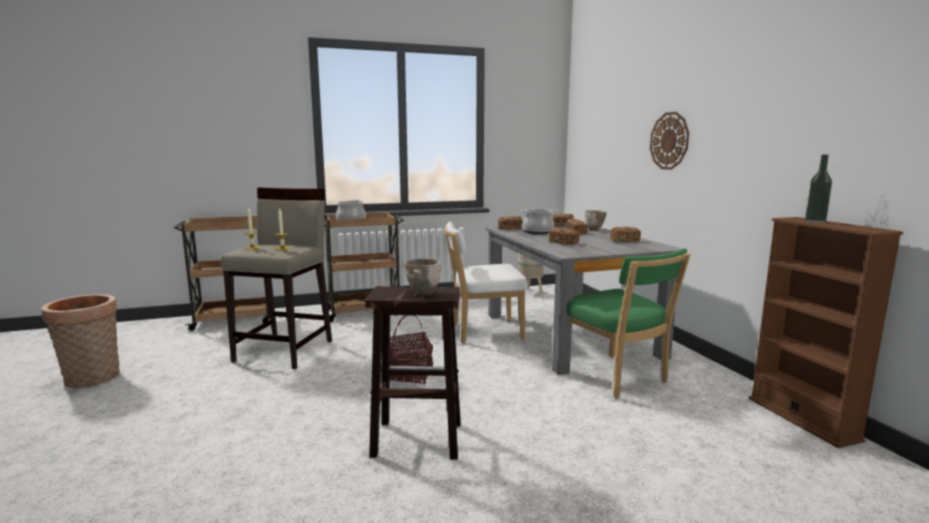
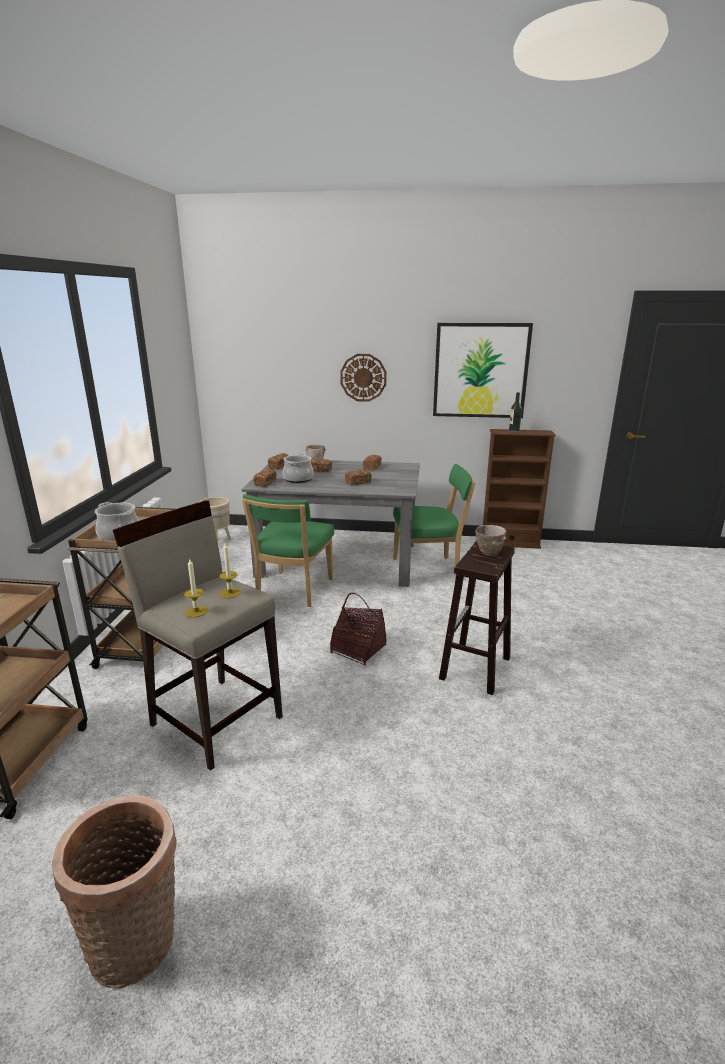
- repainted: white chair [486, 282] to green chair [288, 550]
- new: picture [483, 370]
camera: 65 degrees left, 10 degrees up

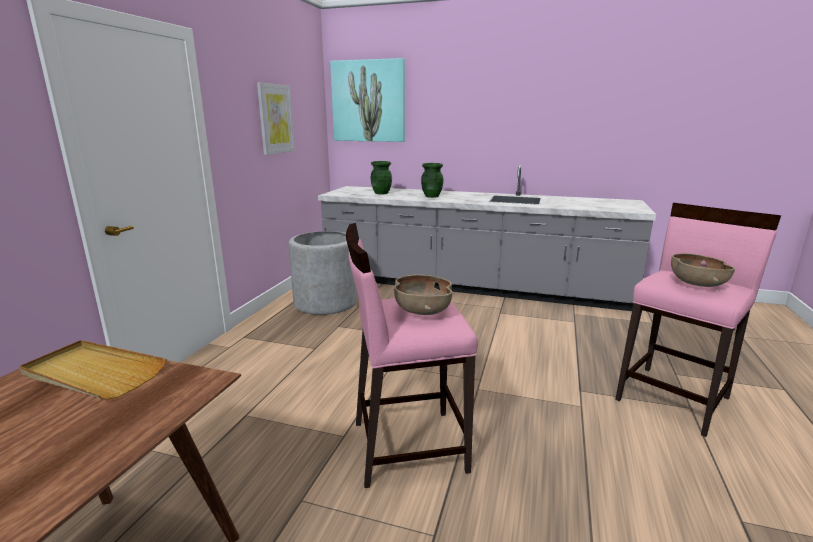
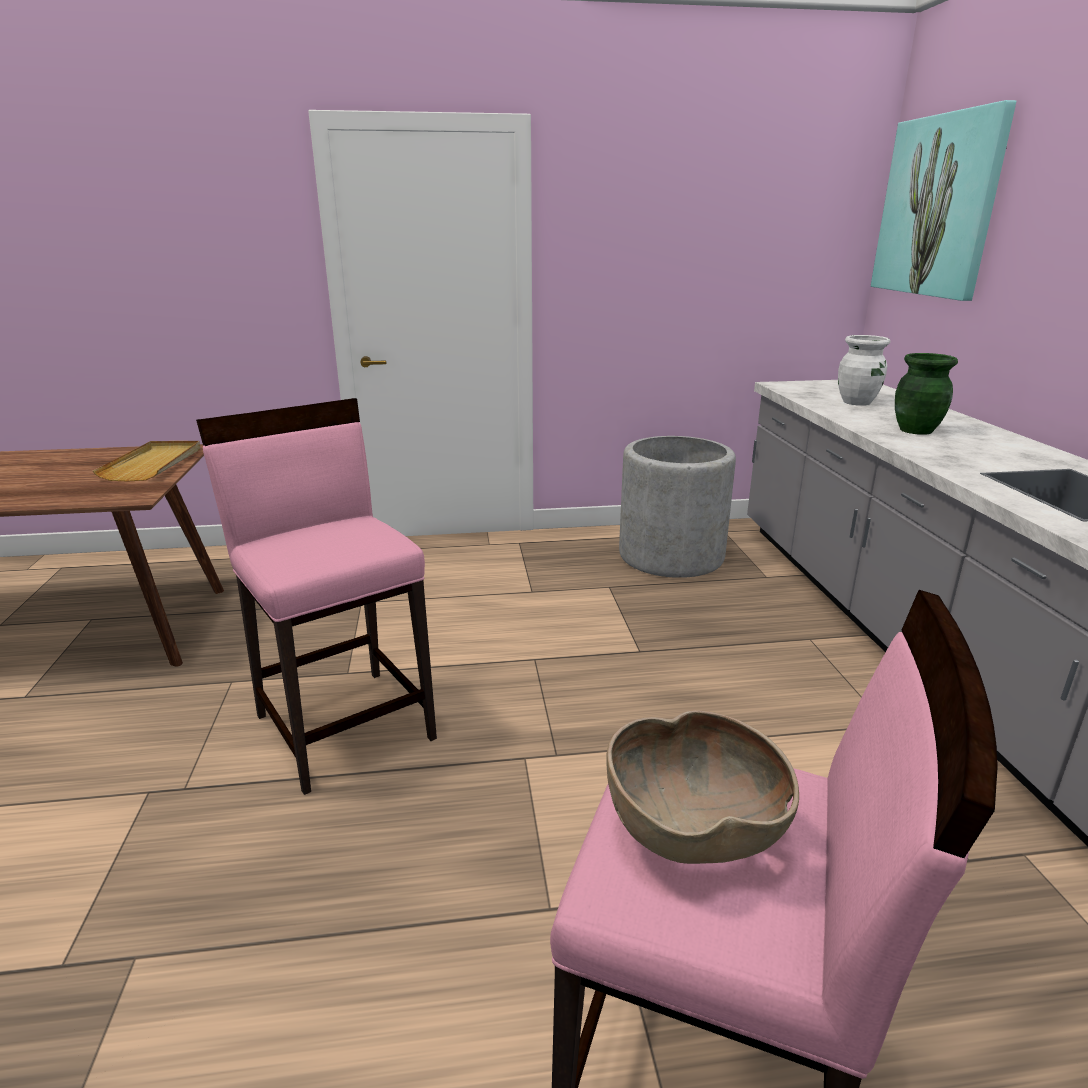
- repainted: green vase [381, 178] to white vase [864, 370]
- gone: picture [276, 119]
- gone: brown bowl [423, 294]
camera: 65 degrees right, 5 degrees up

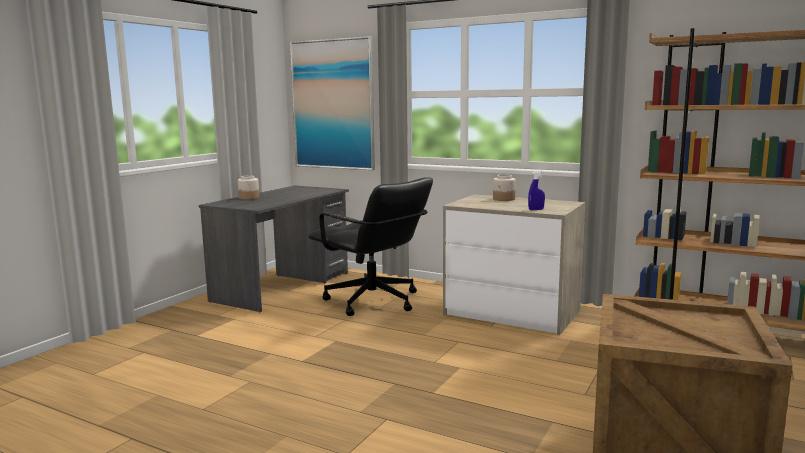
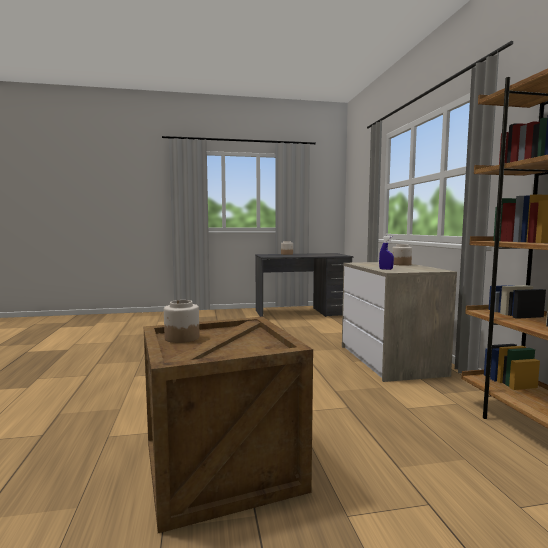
- new: jar [181, 321]
- gone: picture [332, 103]
- gone: black office chair [370, 246]
camera: 50 degrees right, 5 degrees down

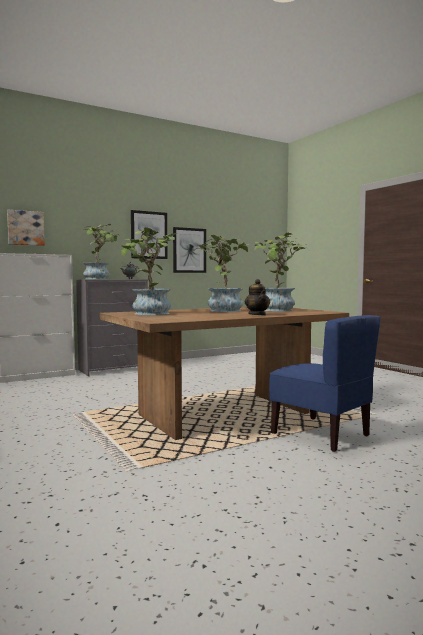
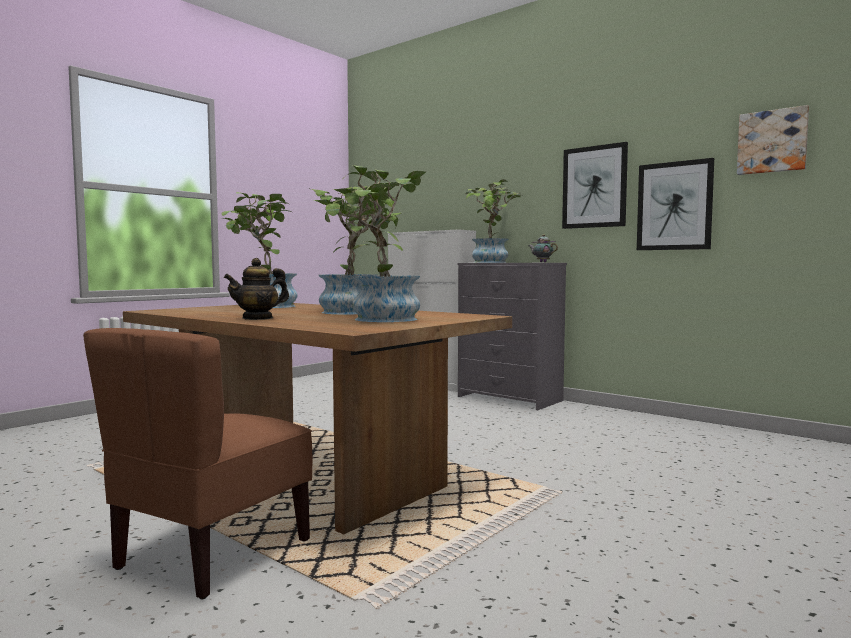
- repainted: blue chair [325, 383] to brown chair [198, 463]
- shifted: picture [26, 228] to [773, 140]
camera: 70 degrees right, 0 degrees up

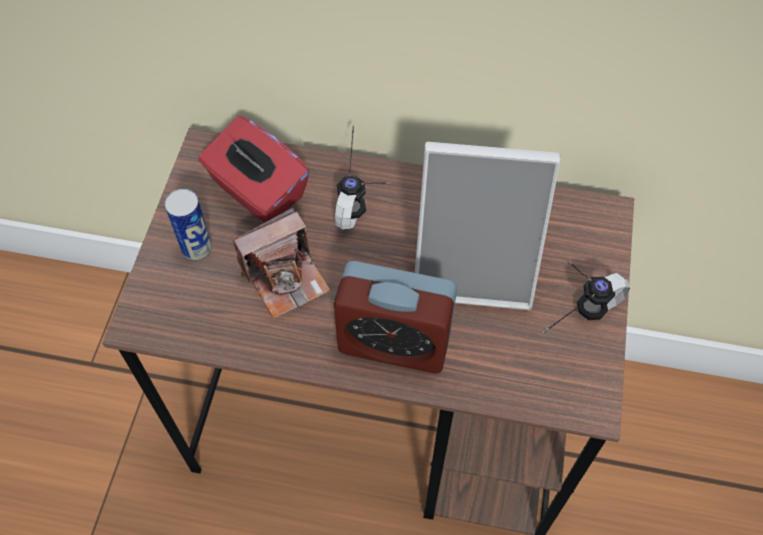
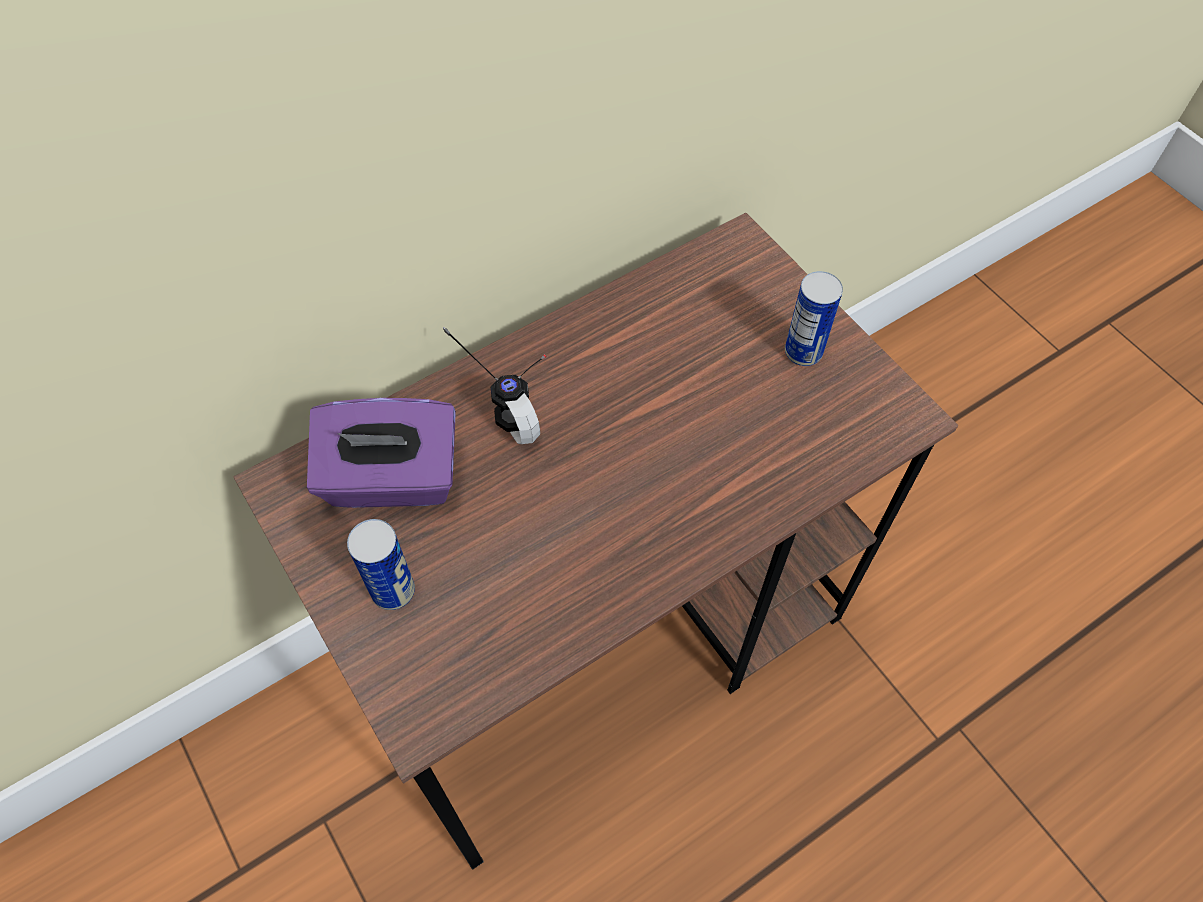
- repainted: red tissue box [254, 169] to purple tissue box [381, 453]
- swapped: headphones [586, 297] to can [814, 318]
- gone: photo camera [282, 263]
- gone: alarm clock [395, 317]
- gone: picture frame [488, 226]
camera: 45 degrees left, 0 degrees up

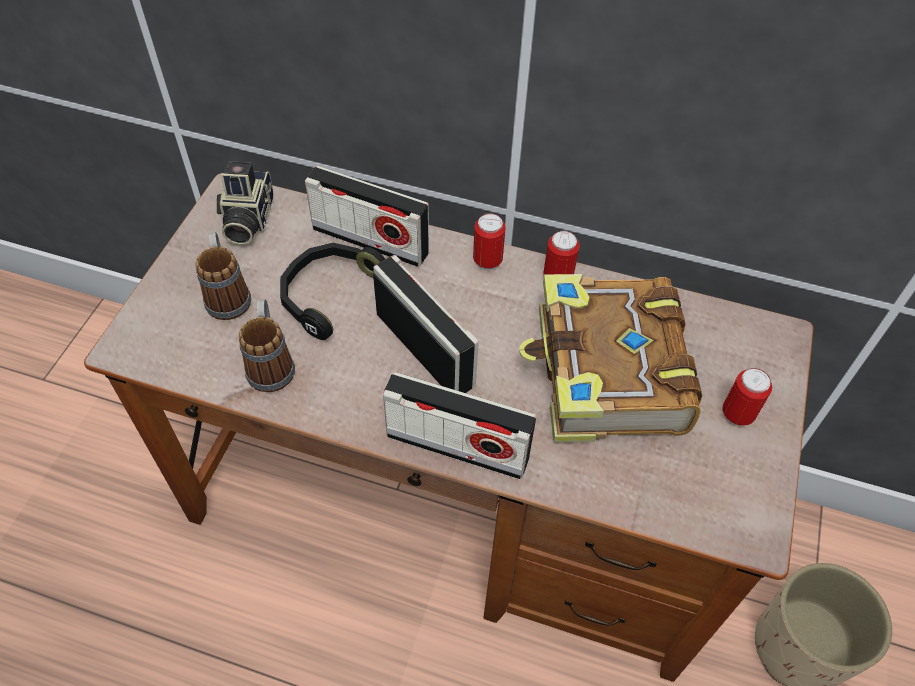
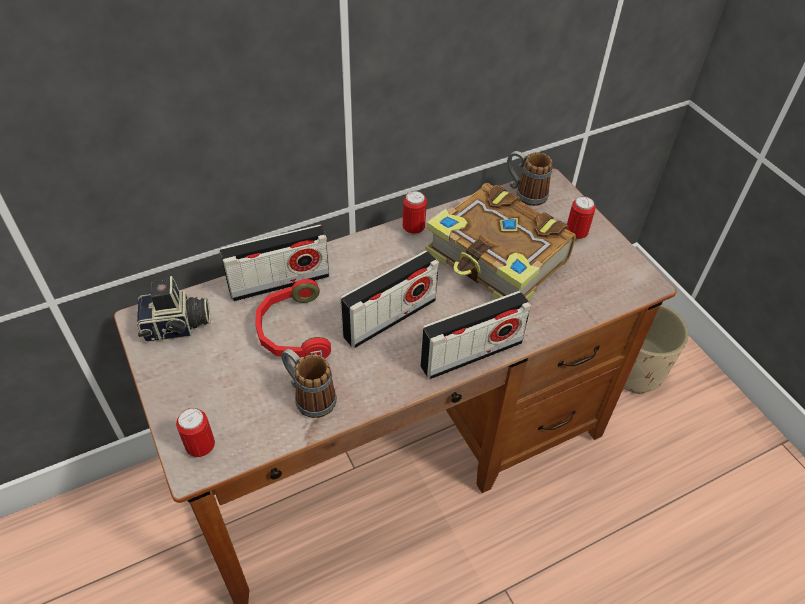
- rotated: photo camera [245, 203] = [174, 309] 60 degrees counterclockwise
- shifted: can [489, 241] to [195, 432]
- repainted: black headphones [332, 291] to red headphones [293, 318]
- rotated: radio [426, 324] = [389, 299] 135 degrees clockwise
- shifted: mug [223, 276] to [529, 178]
camera: 45 degrees left, 5 degrees down

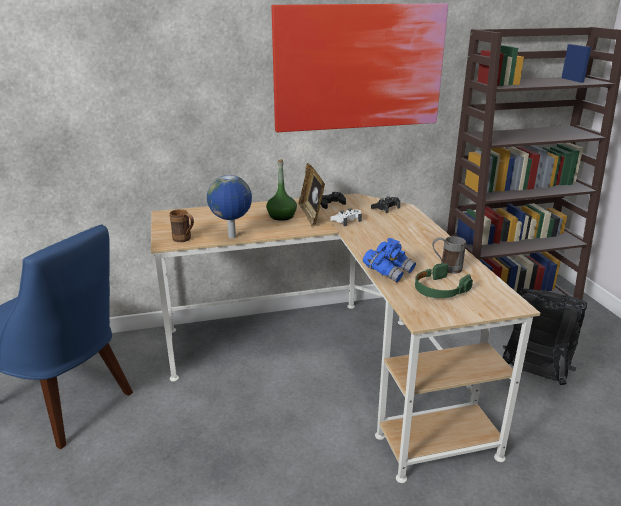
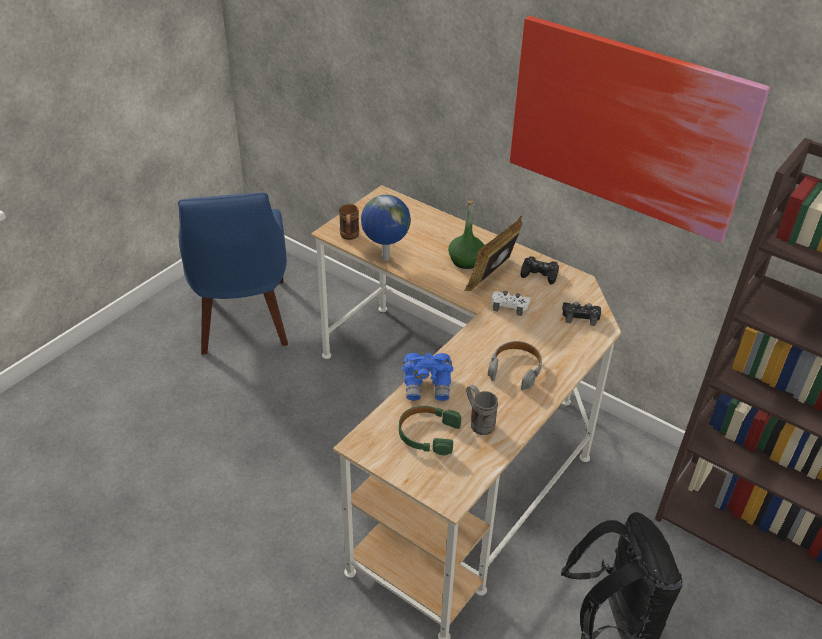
- new: grey headphones [515, 365]
camera: 50 degrees right, 15 degrees up

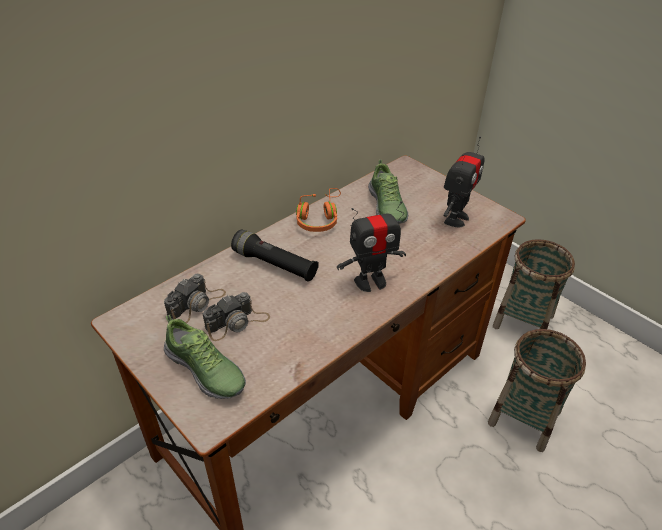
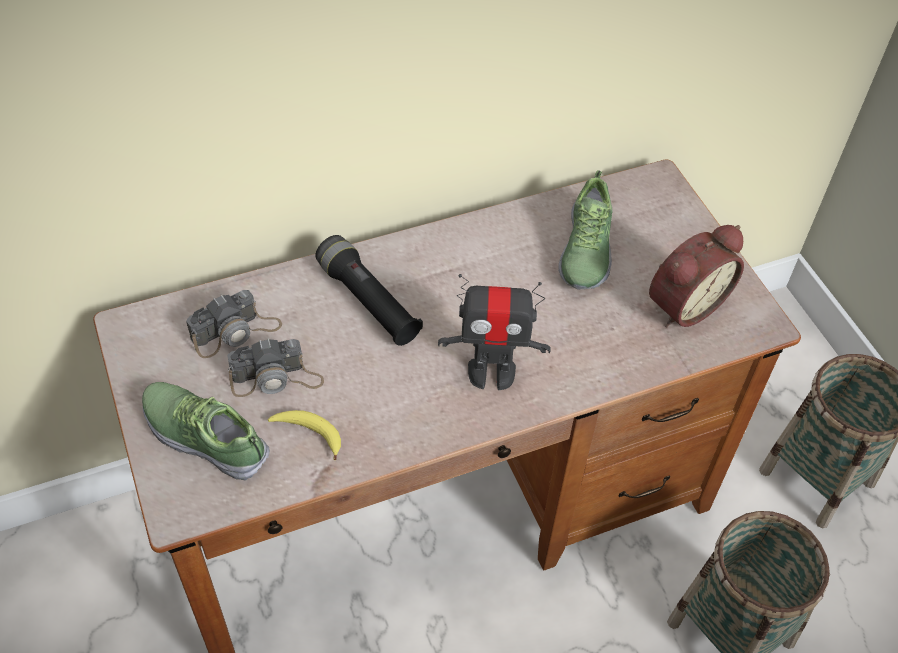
- rotated: shoe [205, 357] = [206, 431] 150 degrees clockwise
- new: banana [304, 435]
- swapped: toy robot [464, 181] to alarm clock [696, 276]
- gone: orange headphones [318, 210]
camera: 20 degrees right, 10 degrees up

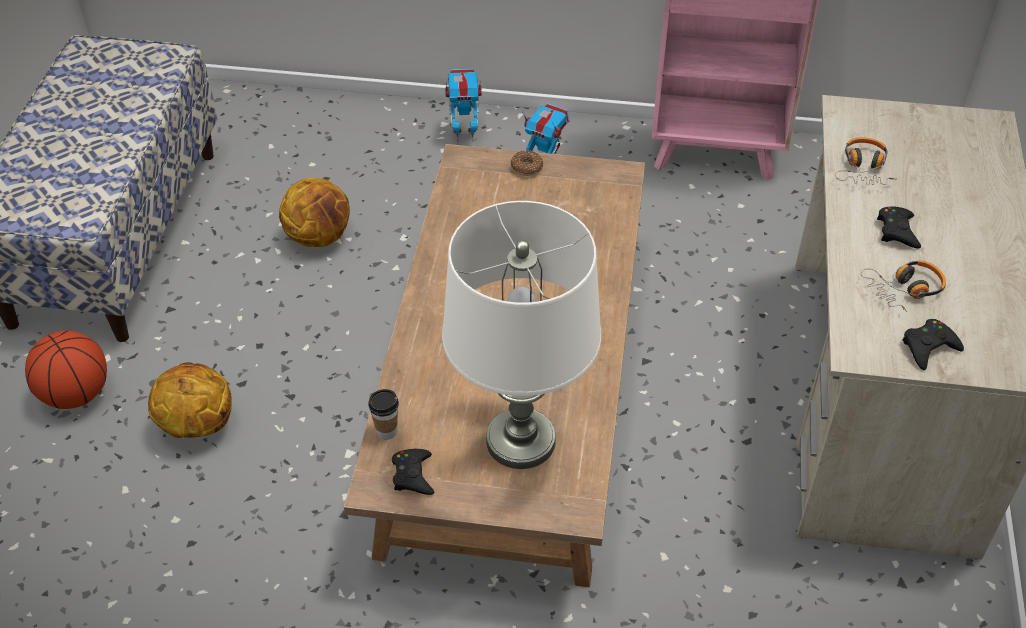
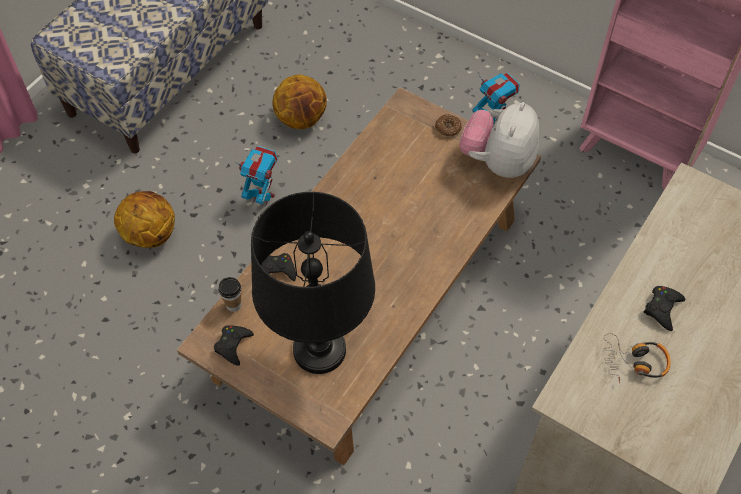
- shifted: toy robot [463, 105] to [256, 176]
- repainted: white table lamp [521, 335] to black table lamp [313, 283]
- shifted: black game controller [933, 344] to [278, 267]
- new: plush toy [499, 140]
- gone: basketball [66, 370]
- gone: headphones [866, 161]
camera: 25 degrees right, 10 degrees up

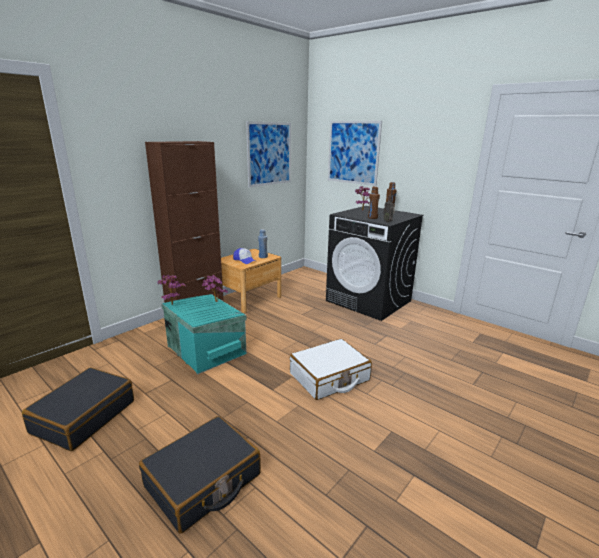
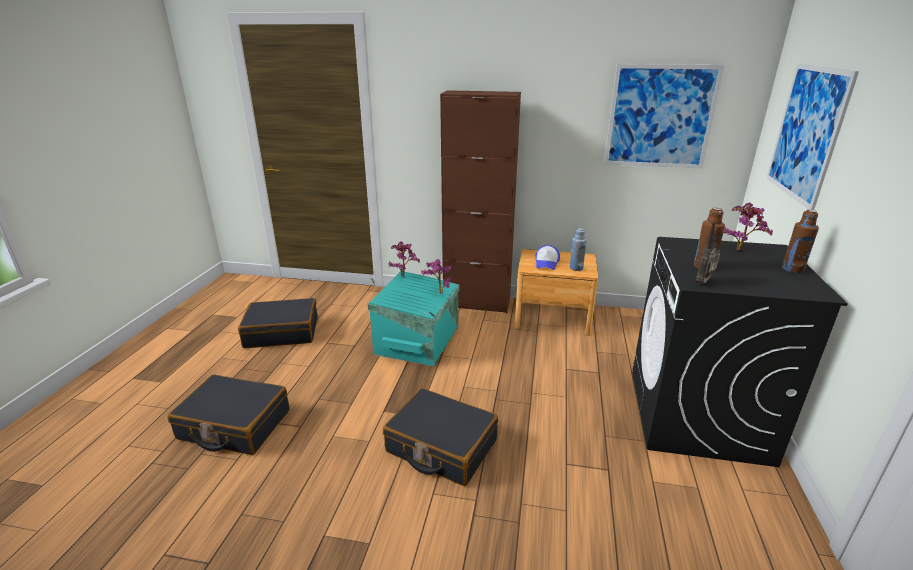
- repainted: white suitcase [331, 369] to black suitcase [440, 437]
camera: 60 degrees right, 5 degrees up

